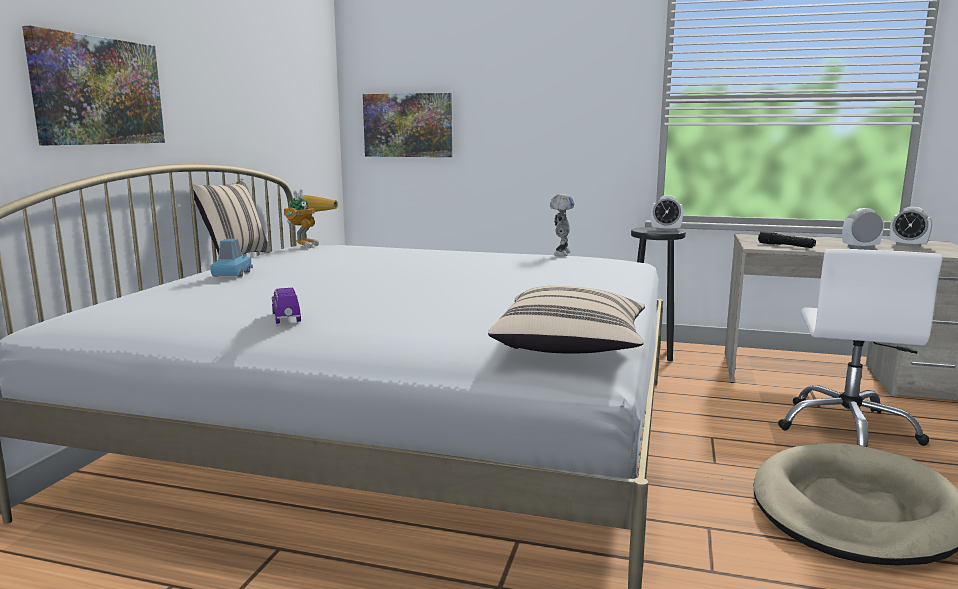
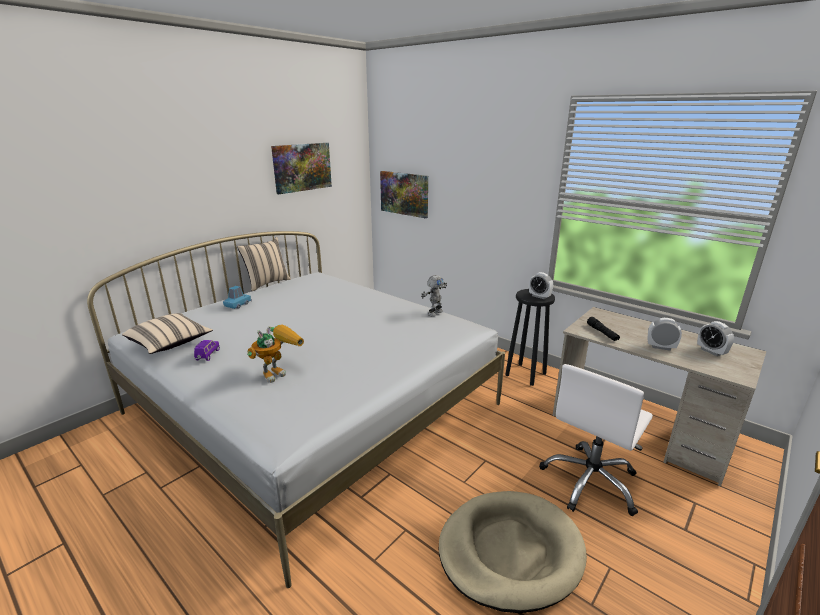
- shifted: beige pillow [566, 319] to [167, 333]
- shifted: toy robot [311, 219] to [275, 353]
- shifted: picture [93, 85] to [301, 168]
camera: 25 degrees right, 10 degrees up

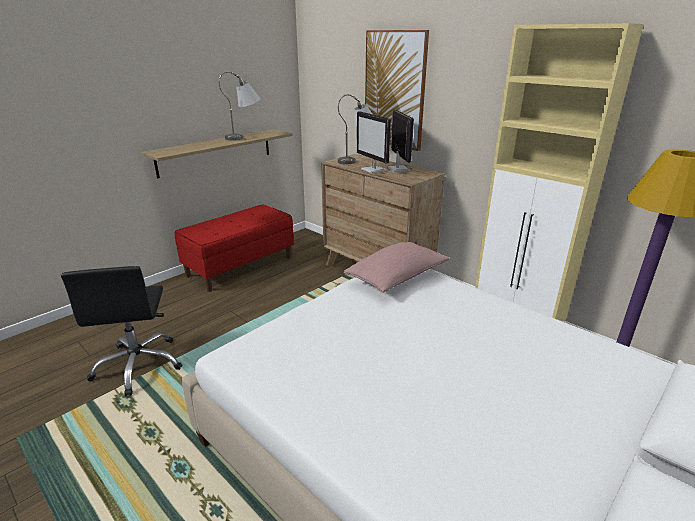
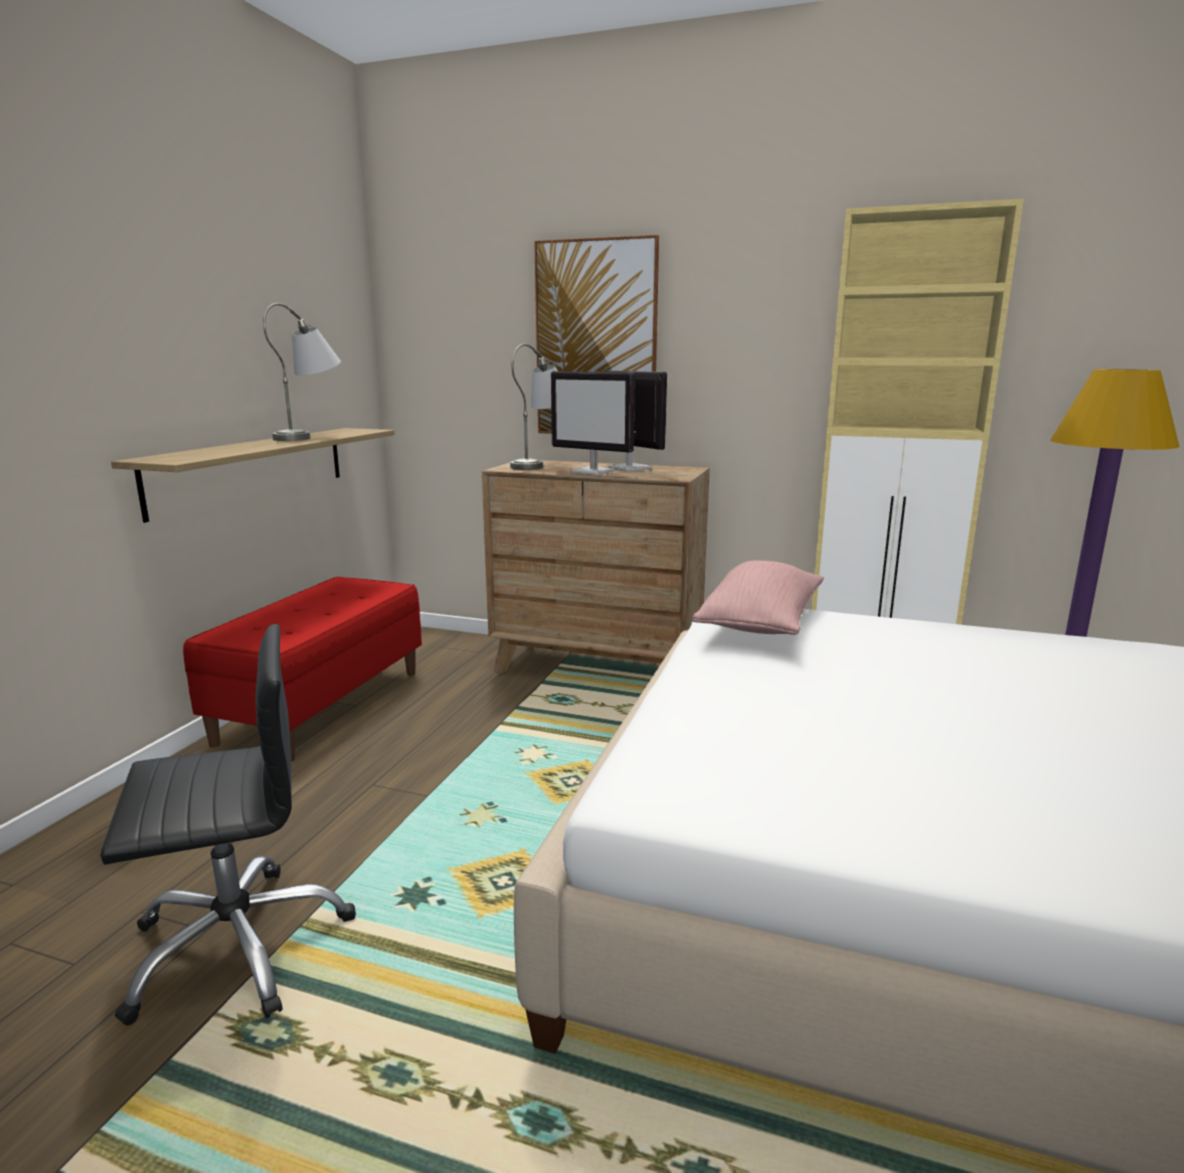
- rotated: black office chair [121, 331] = [228, 825] 75 degrees counterclockwise
camera: 25 degrees left, 10 degrees down

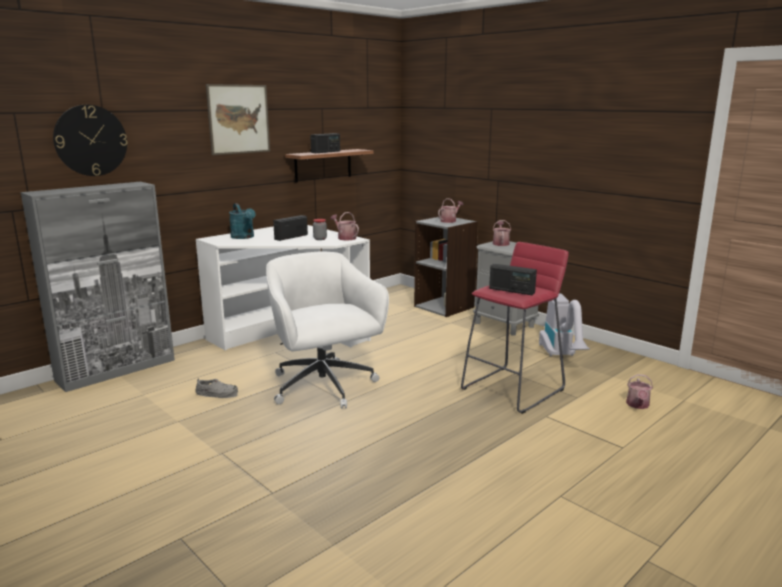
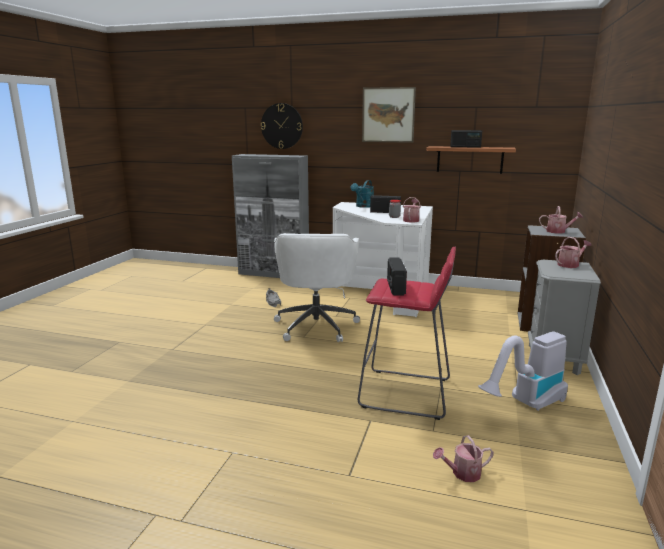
- rotated: white office chair [327, 330] = [317, 287] 150 degrees clockwise
camera: 60 degrees right, 0 degrees up

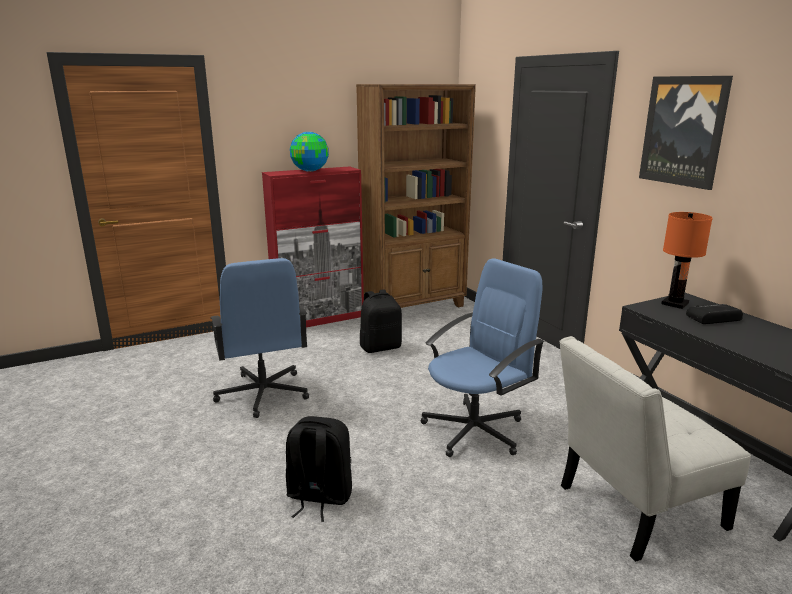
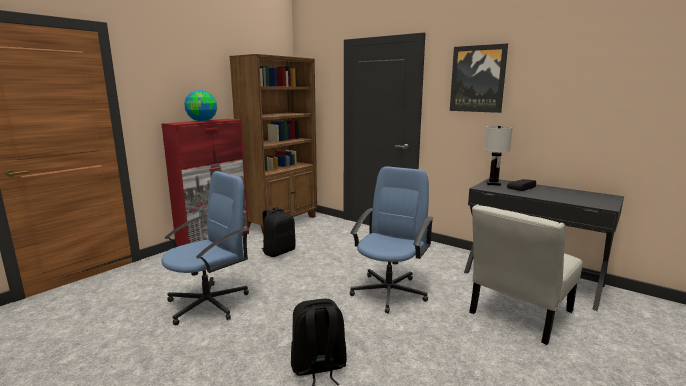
- rotated: blue office chair [259, 338] = [205, 248] 90 degrees counterclockwise
- repainted: orange table lamp [687, 260] to white table lamp [498, 156]
camera: 25 degrees left, 5 degrees down

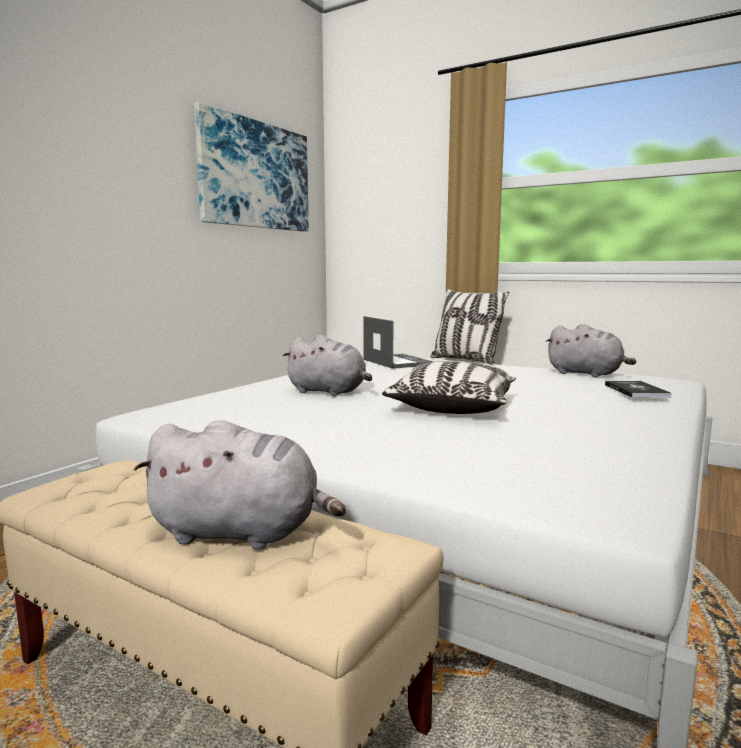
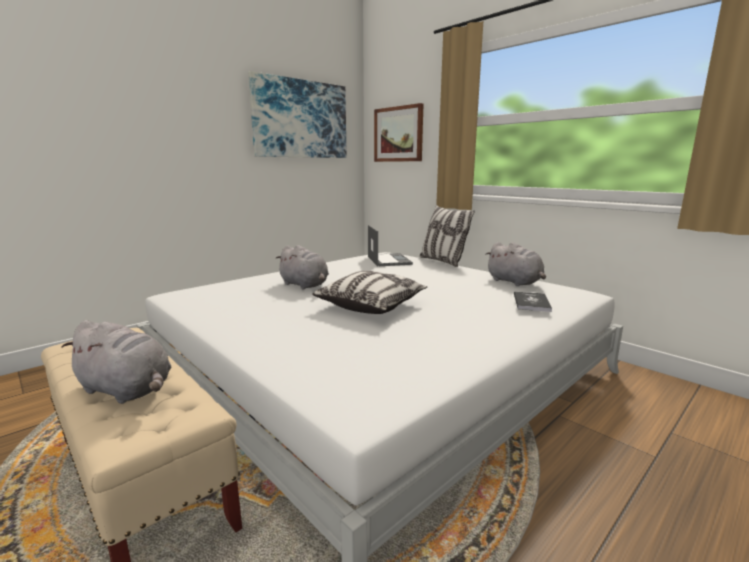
- new: picture [399, 132]
camera: 15 degrees right, 5 degrees up

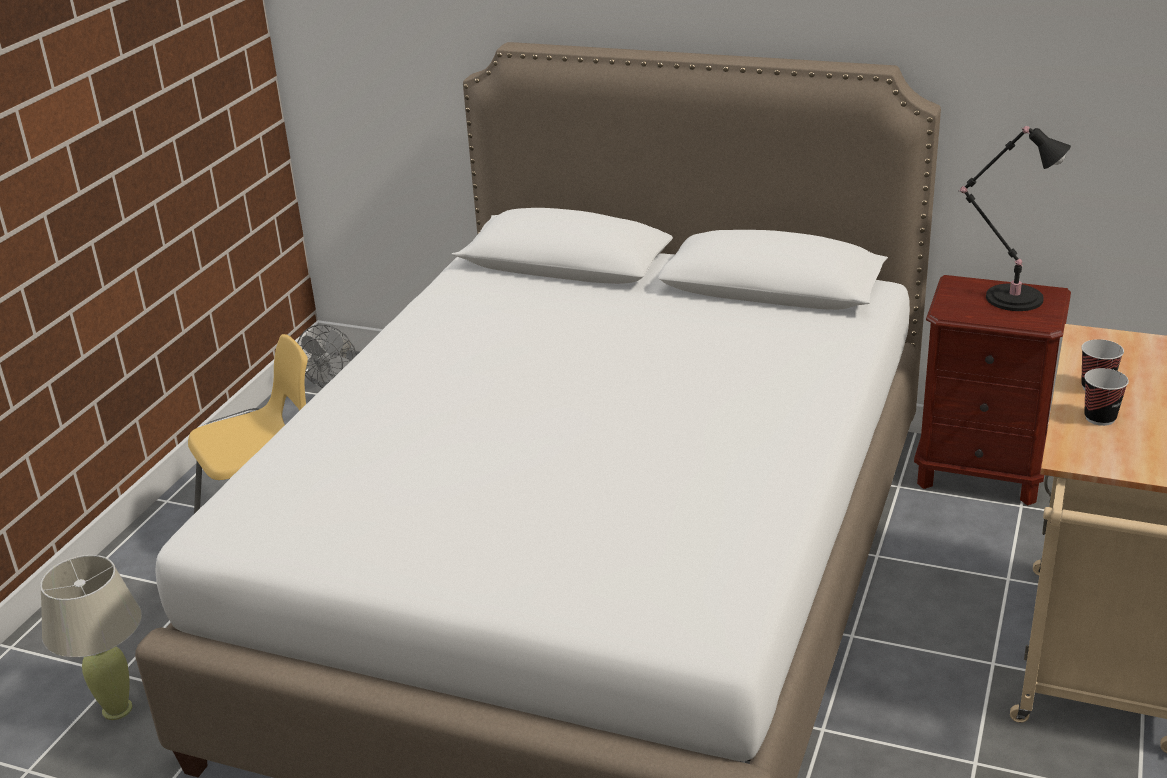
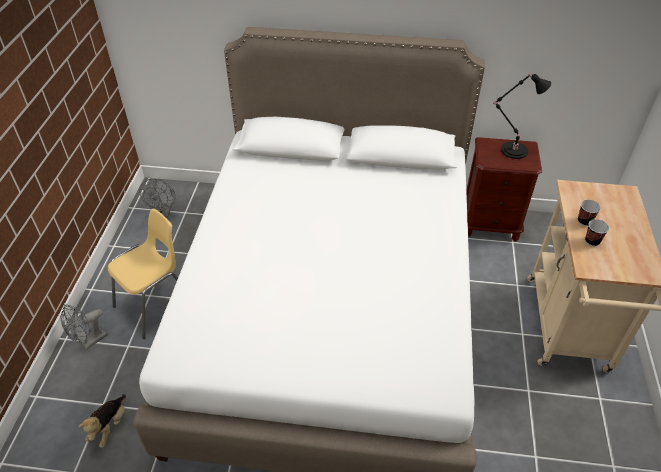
- new: grey fan [84, 327]
- swapped: beige table lamp [91, 637] to plush toy [102, 421]
camera: 15 degrees left, 15 degrees up

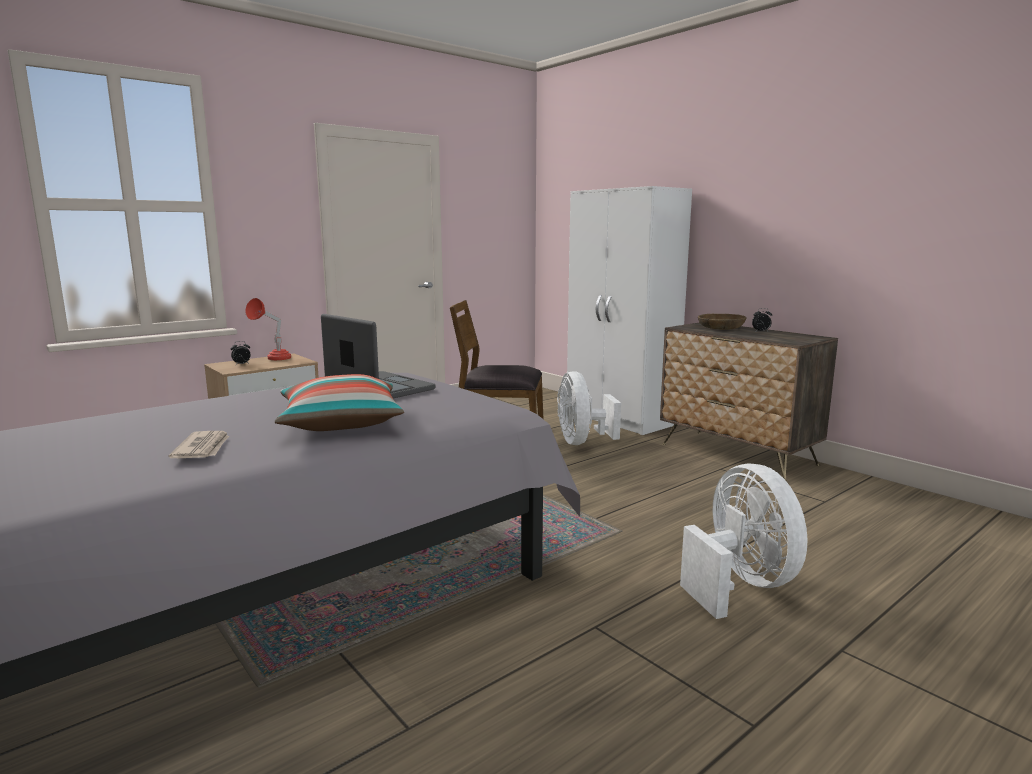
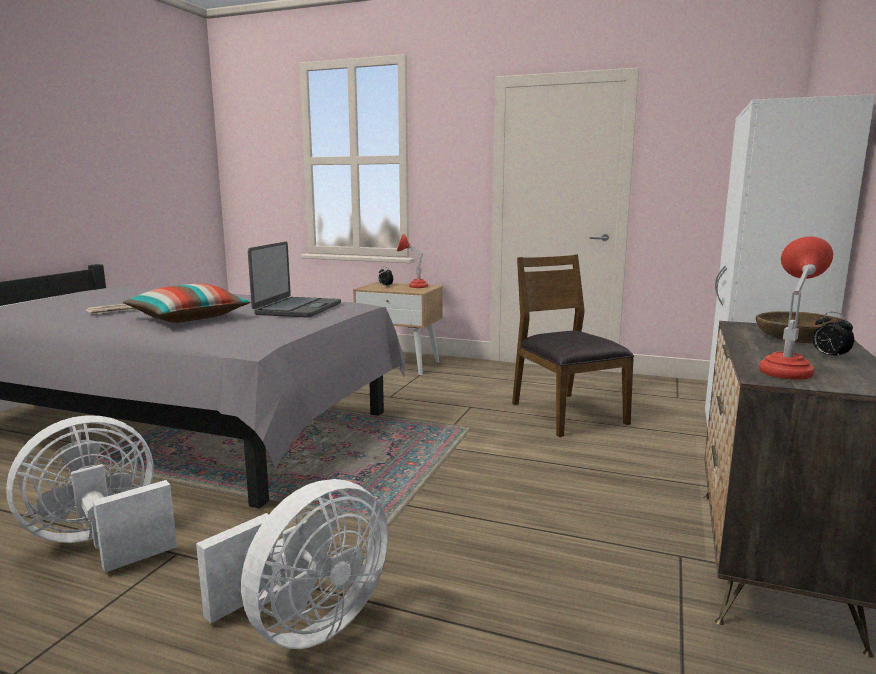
- shifted: white fan [589, 408] to [91, 493]
- new: red table lamp [796, 308]
camera: 60 degrees right, 0 degrees up

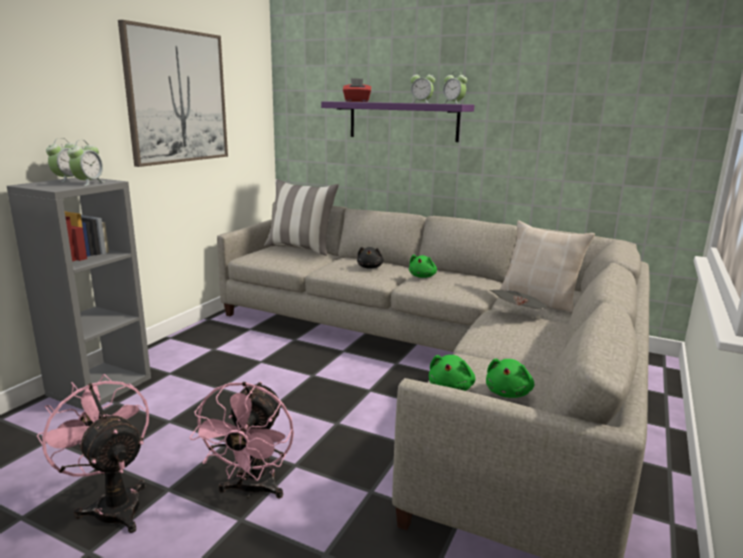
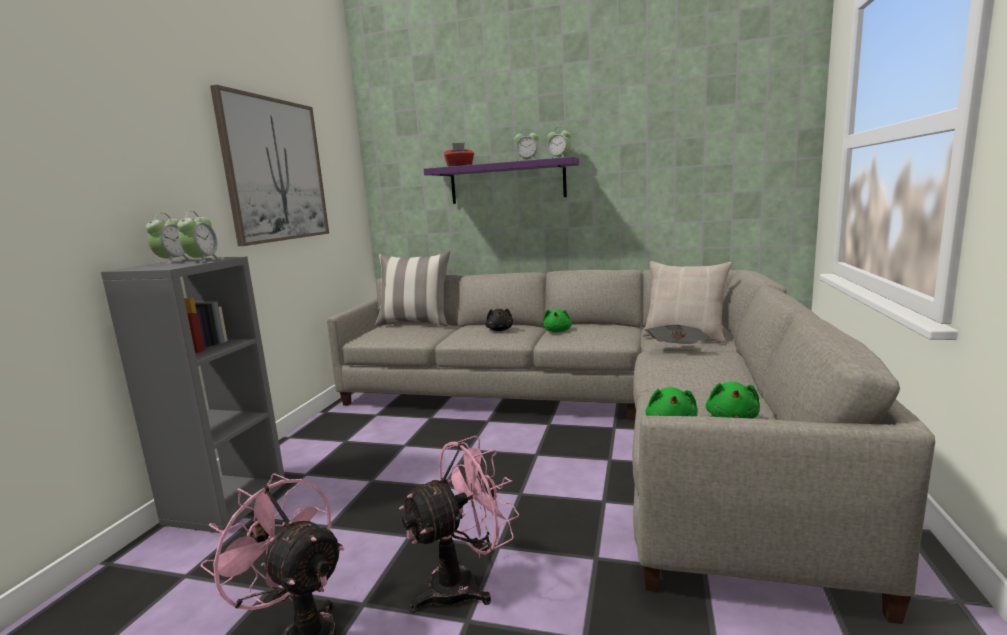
- rotated: pink fan [241, 440] = [459, 524] 120 degrees counterclockwise
camera: 10 degrees left, 5 degrees down

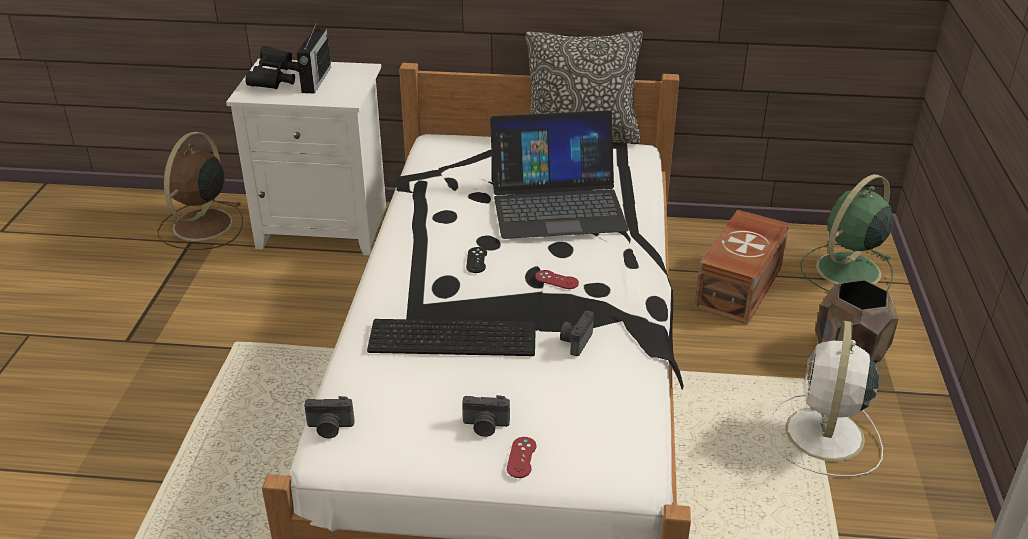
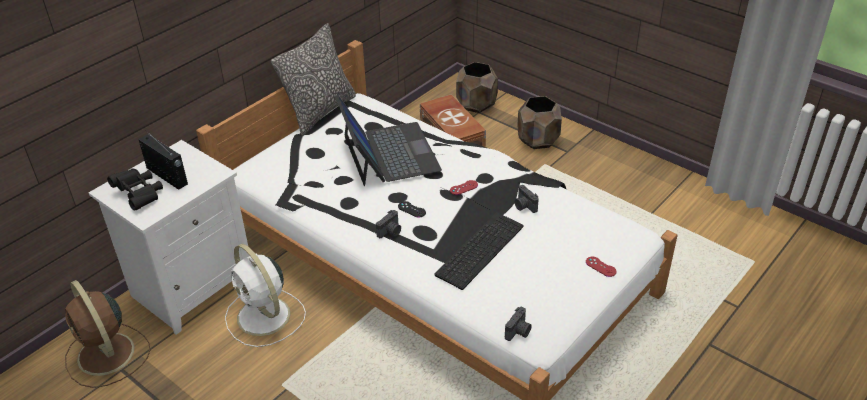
- shifted: white fan [826, 398] to [265, 295]
- rotated: laptop [559, 174] = [388, 140] 45 degrees counterclockwise
- shifted: photo camera [486, 416] to [388, 224]
- swapped: green fan [847, 233] to brown planter [477, 87]
camera: 55 degrees left, 5 degrees up

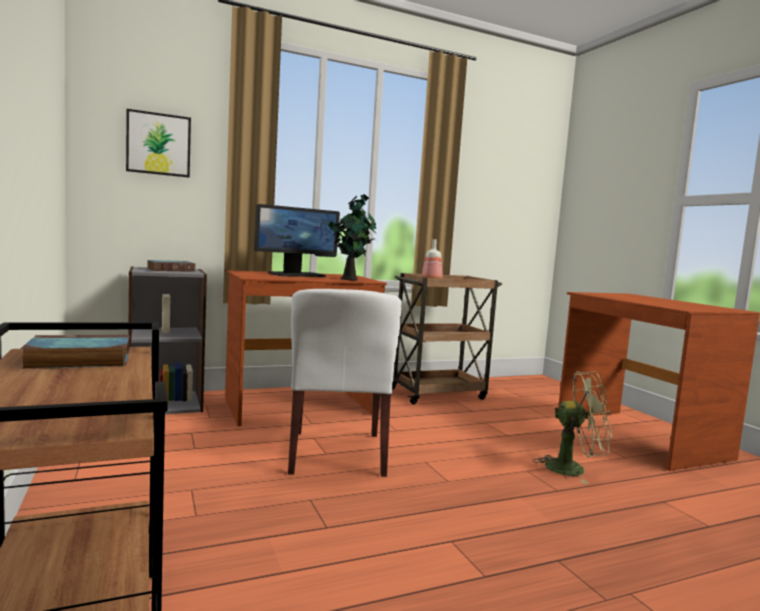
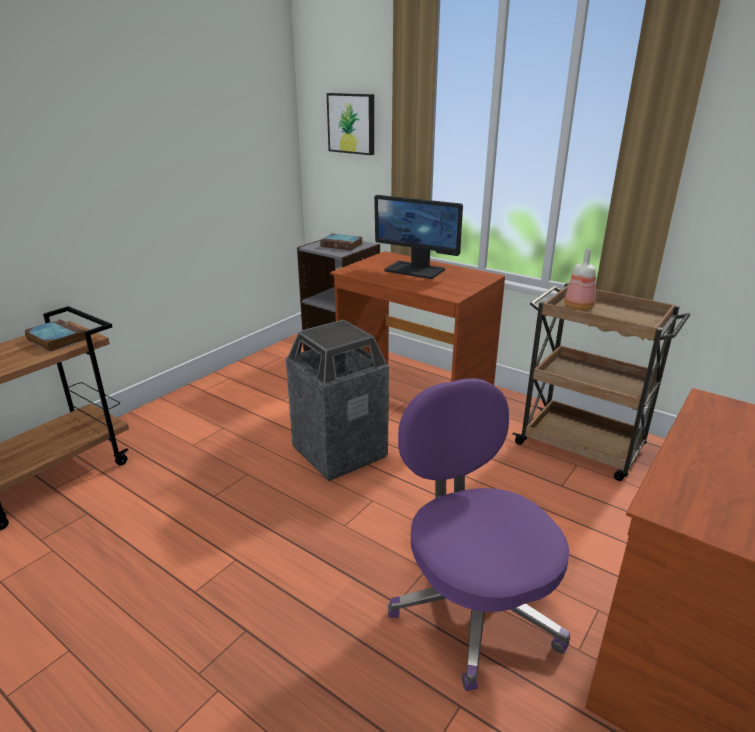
- swapped: white chair [345, 383] to trash can [337, 400]
- swapped: green fan [572, 427] to purple office chair [479, 534]
- gone: potted plant [352, 237]
camera: 60 degrees right, 20 degrees up

